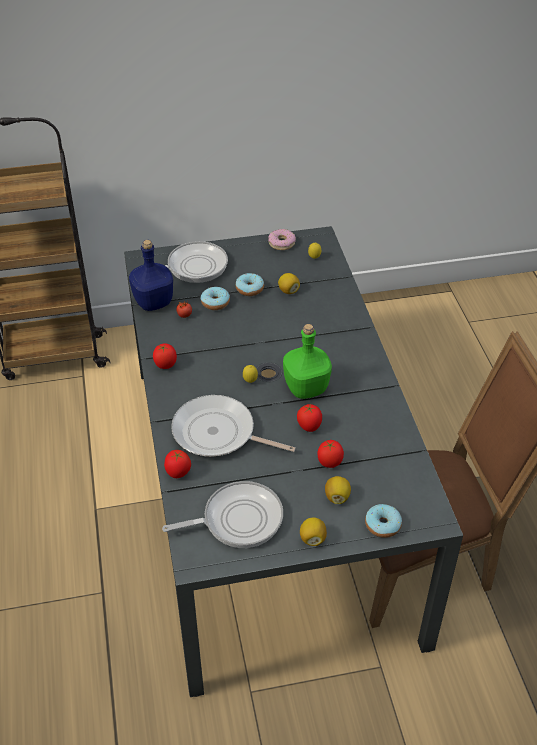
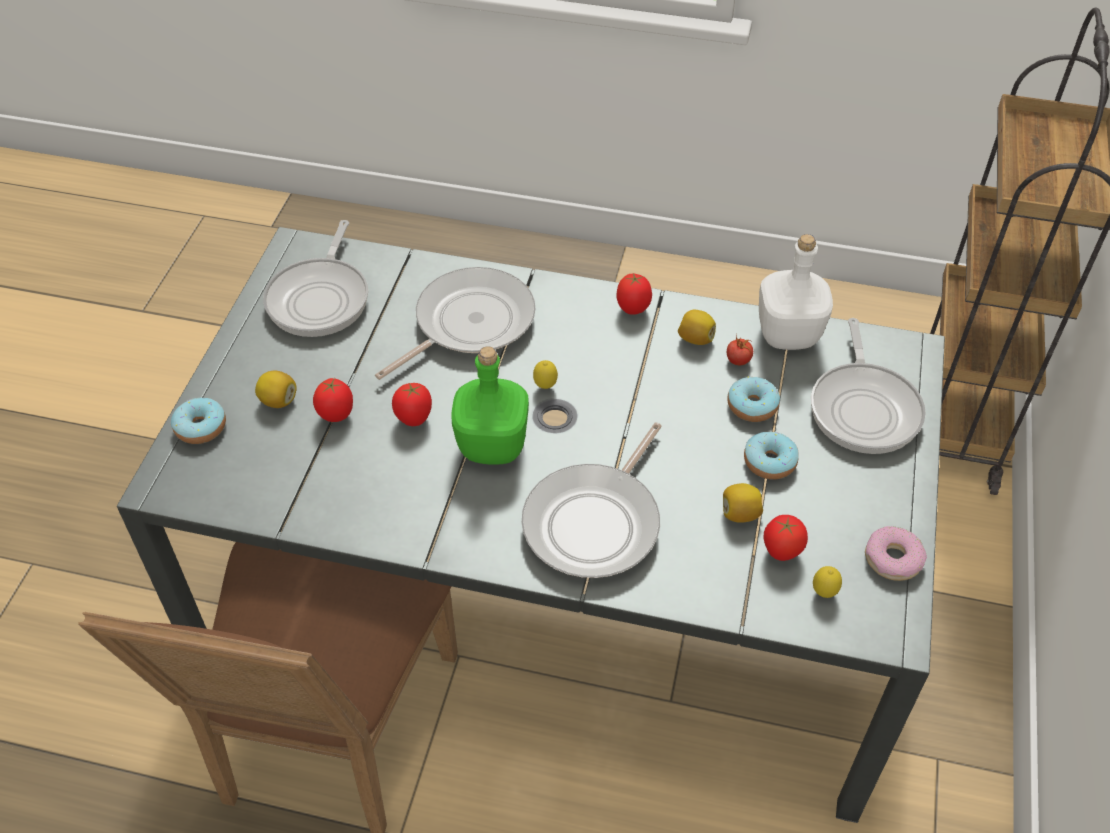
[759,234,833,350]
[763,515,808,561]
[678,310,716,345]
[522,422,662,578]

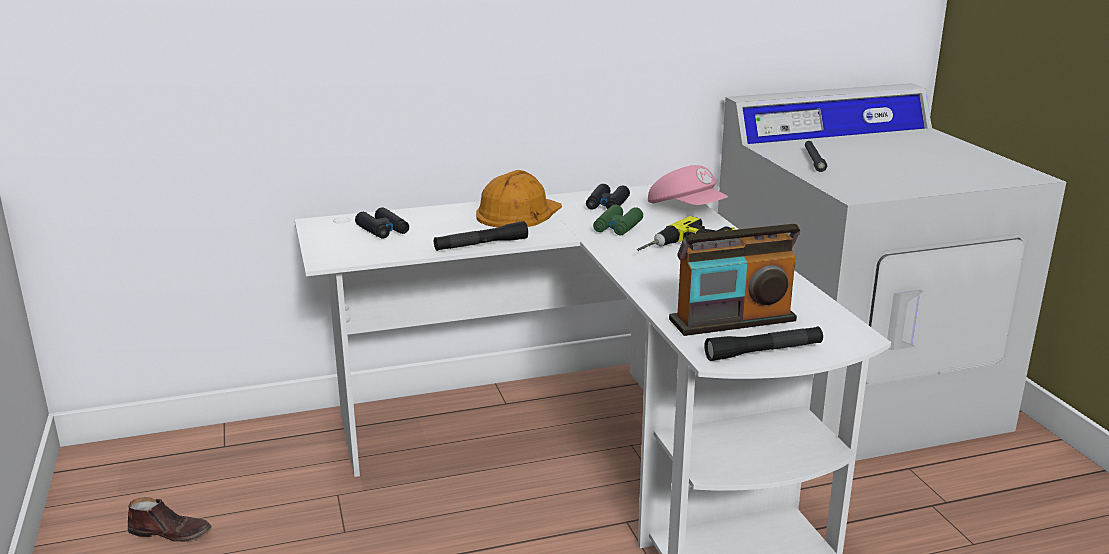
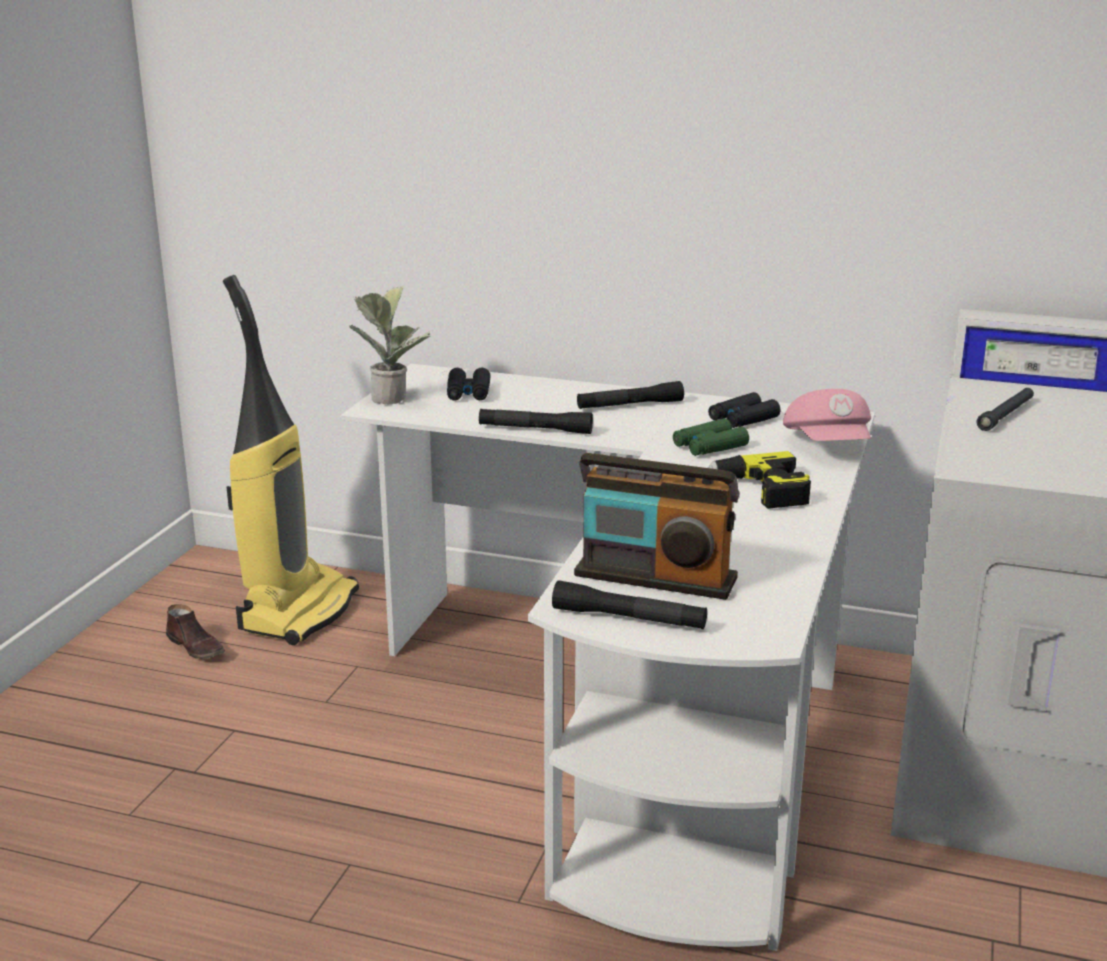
[577,381,684,409]
[223,275,359,645]
[349,285,430,404]

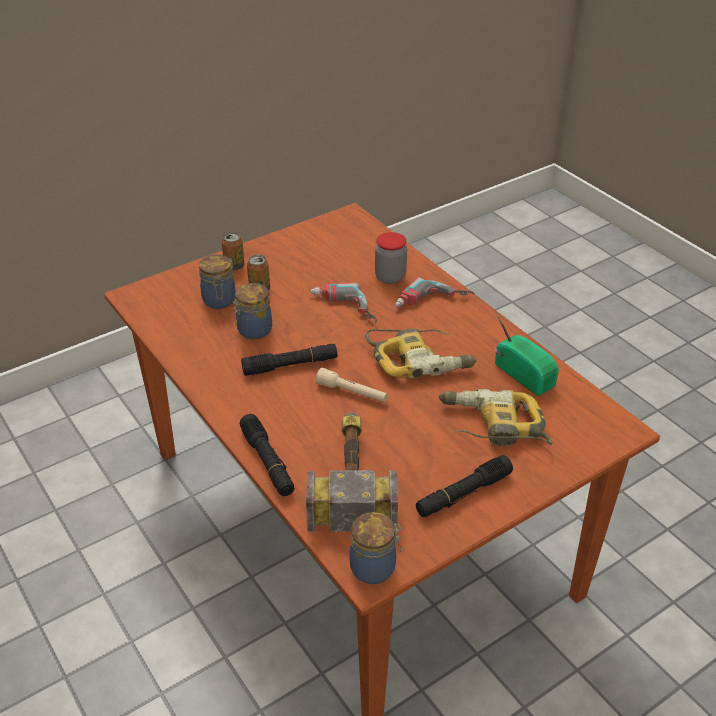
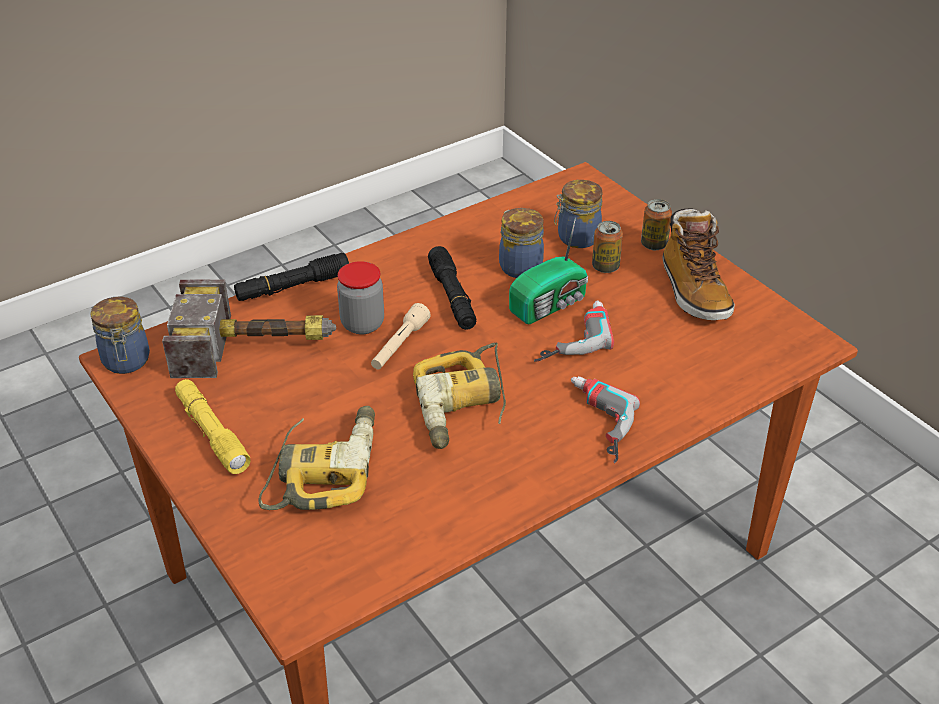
[337,261,384,334]
[175,379,251,474]
[509,218,588,324]
[662,208,735,320]

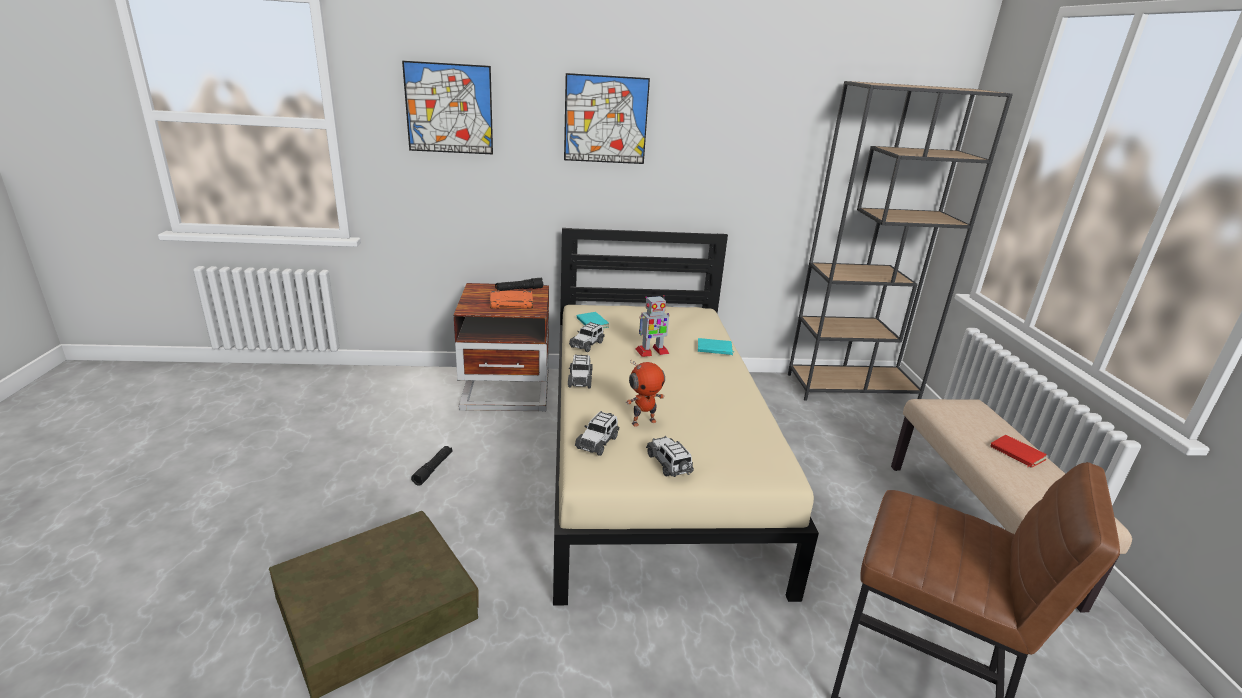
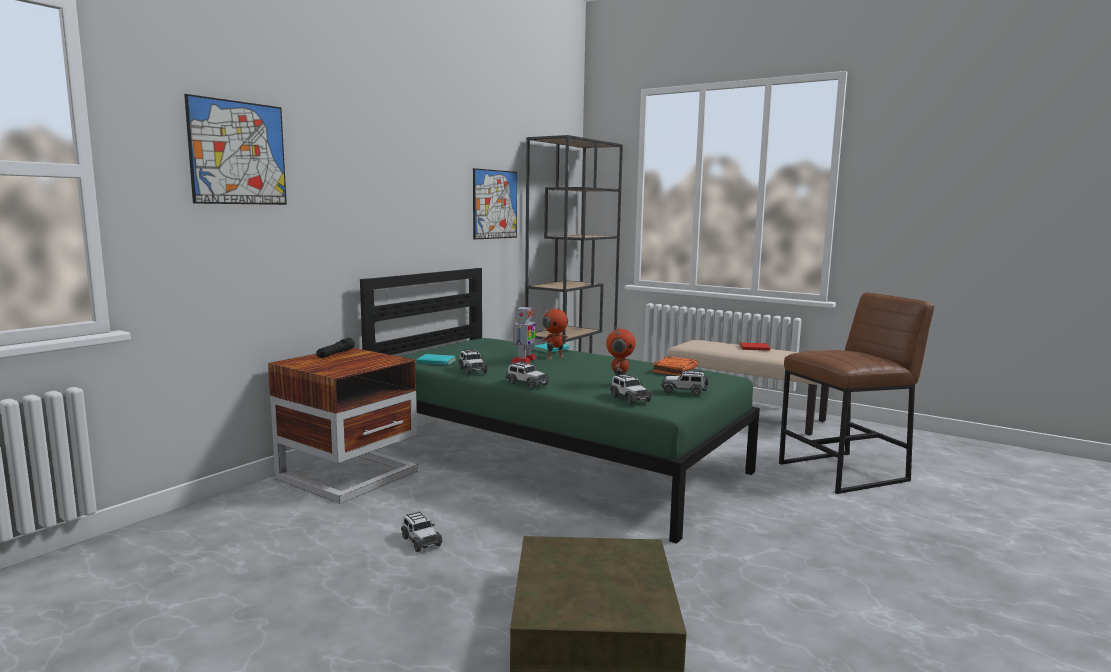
[401,511,443,552]
[652,356,698,376]
[360,268,760,544]
[473,168,517,240]
[542,306,568,359]

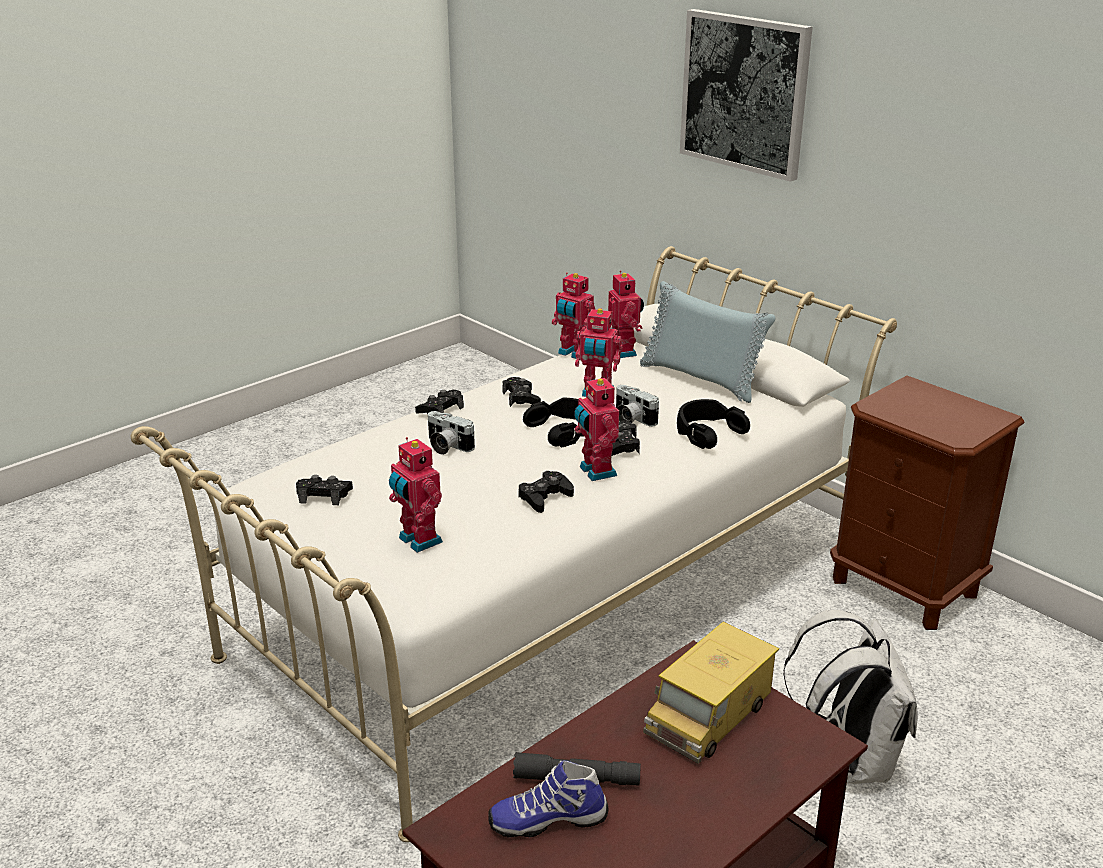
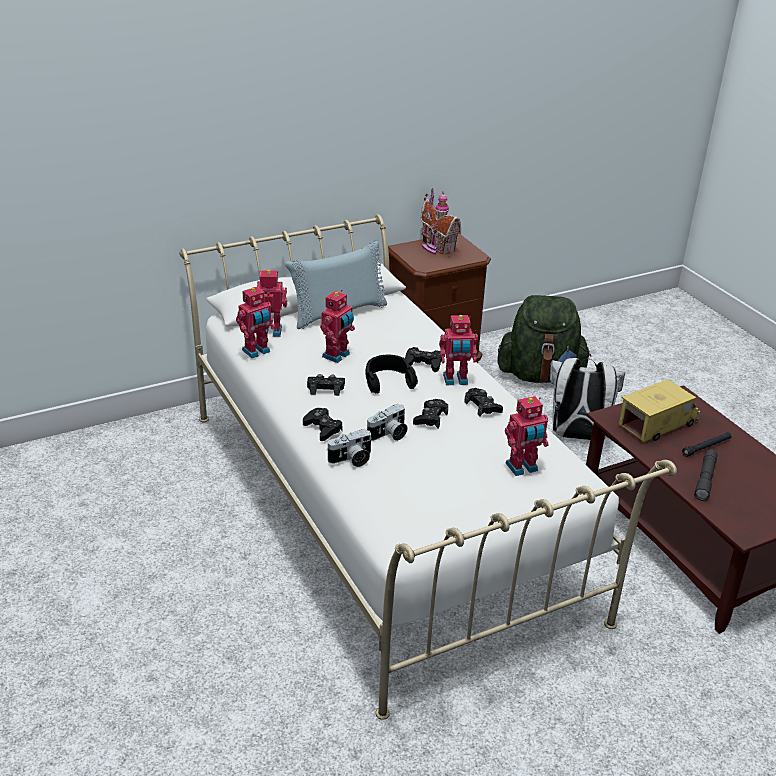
[413,399,448,428]
[488,760,608,838] (first image)
[327,429,372,467]
[619,379,700,442]
[677,399,750,449] (first image)
[680,9,813,182] (first image)
[420,188,461,255]
[498,295,591,383]
[682,432,732,457]

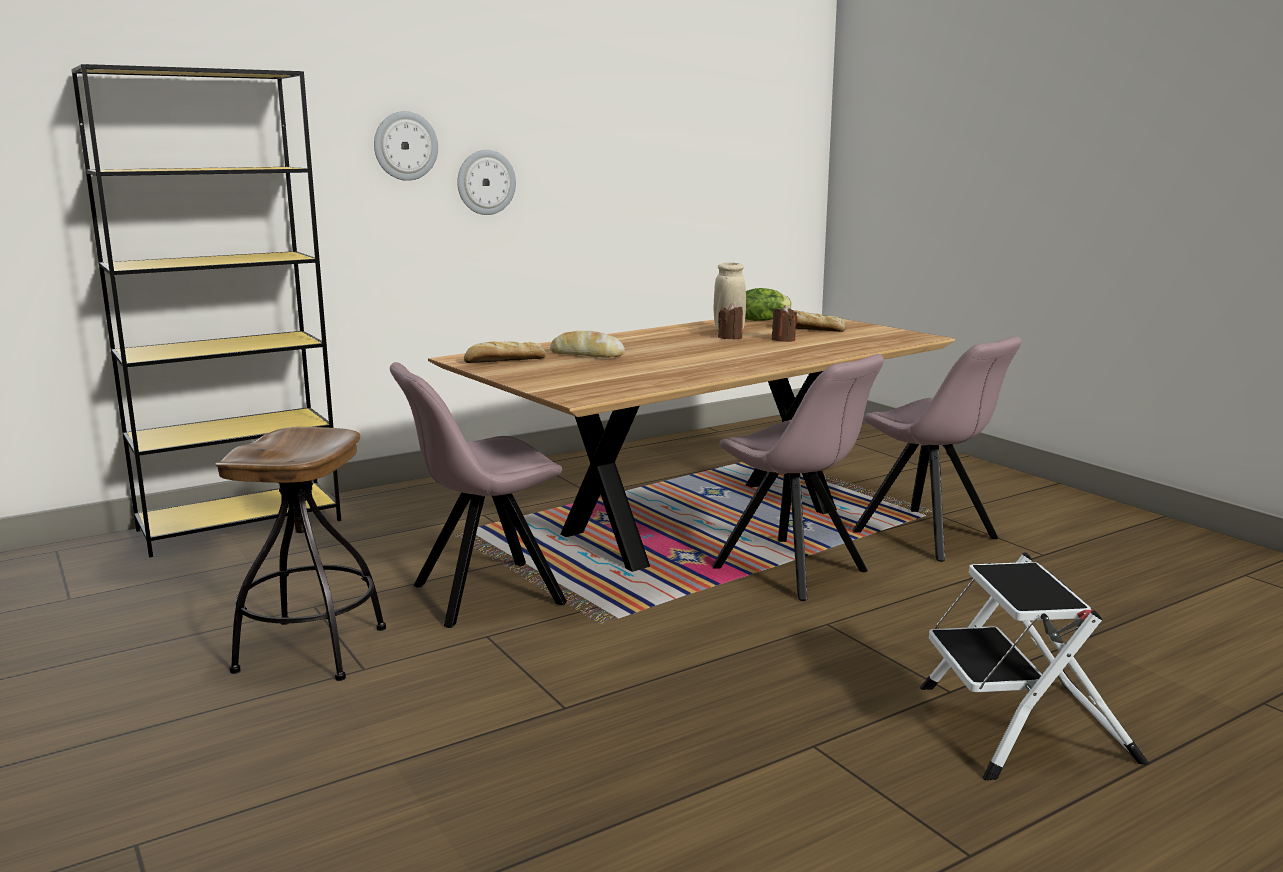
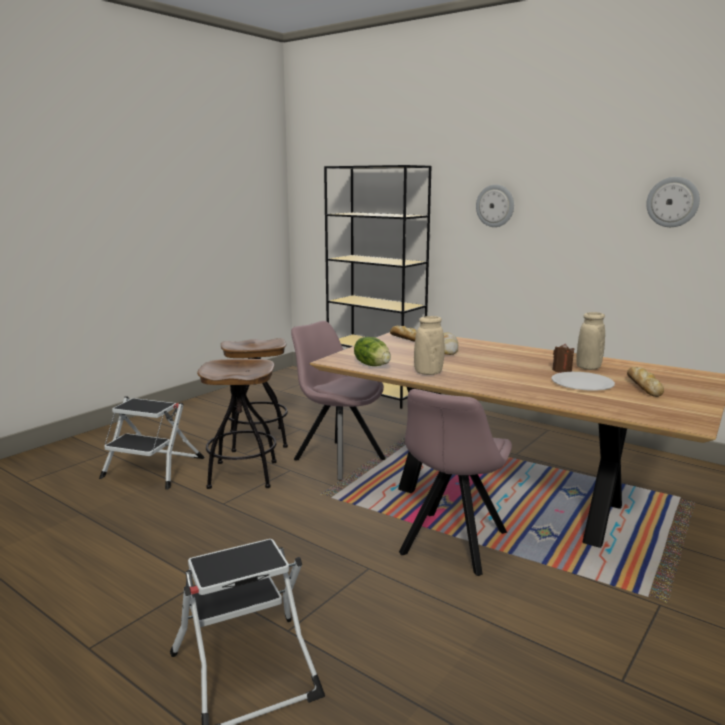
[646,177,700,227]
[354,337,391,366]
[551,372,615,391]
[853,336,1022,562] (first image)
[99,396,205,490]
[197,359,276,489]
[414,316,445,375]

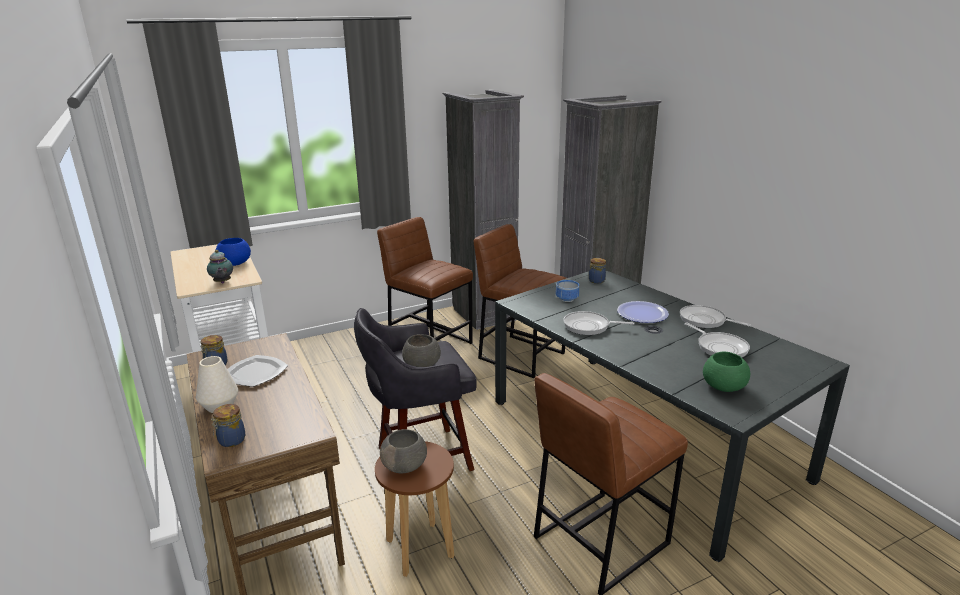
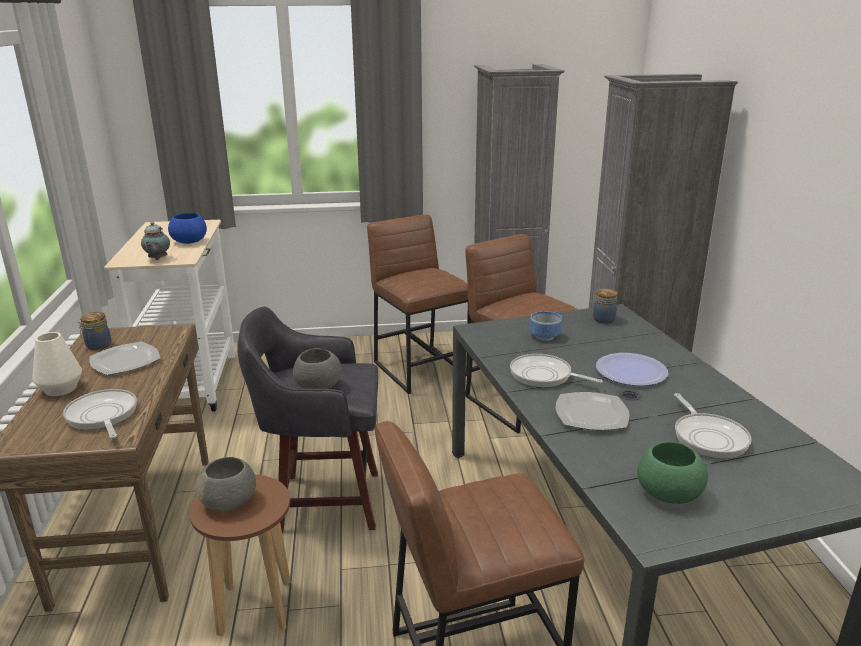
[211,404,245,447] (first image)
[63,389,137,438]
[556,392,630,430]

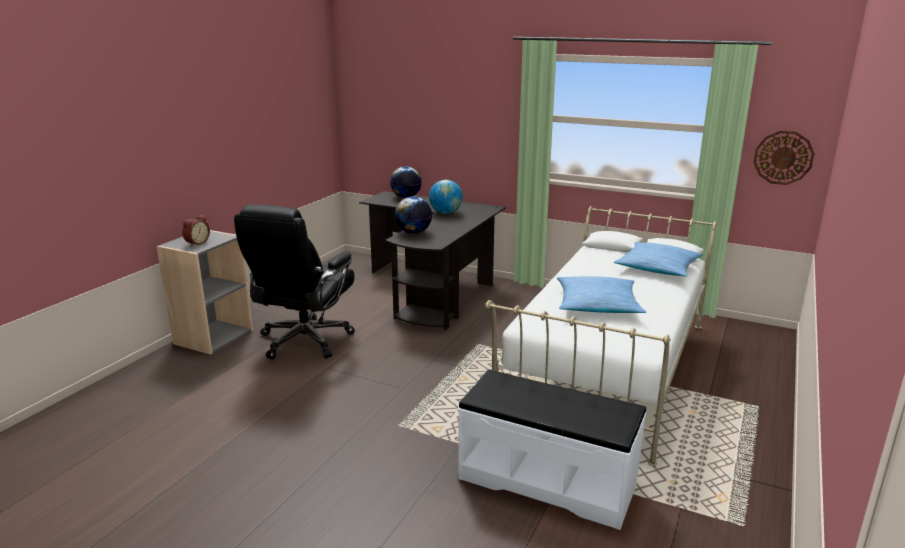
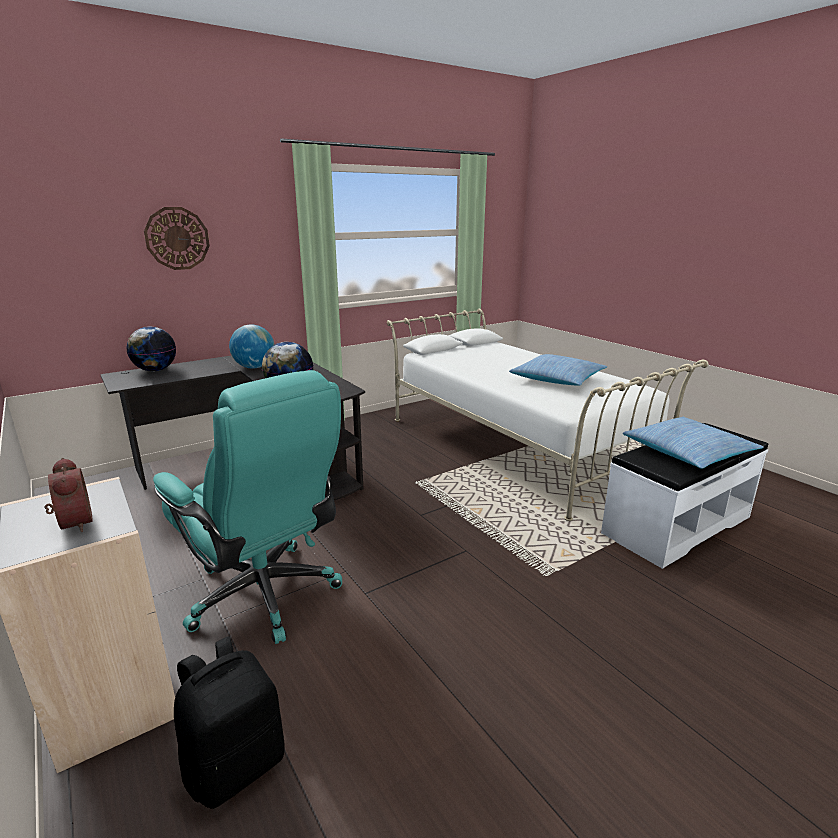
[153,370,342,644]
[623,417,764,469]
[144,207,210,270]
[174,636,285,809]

